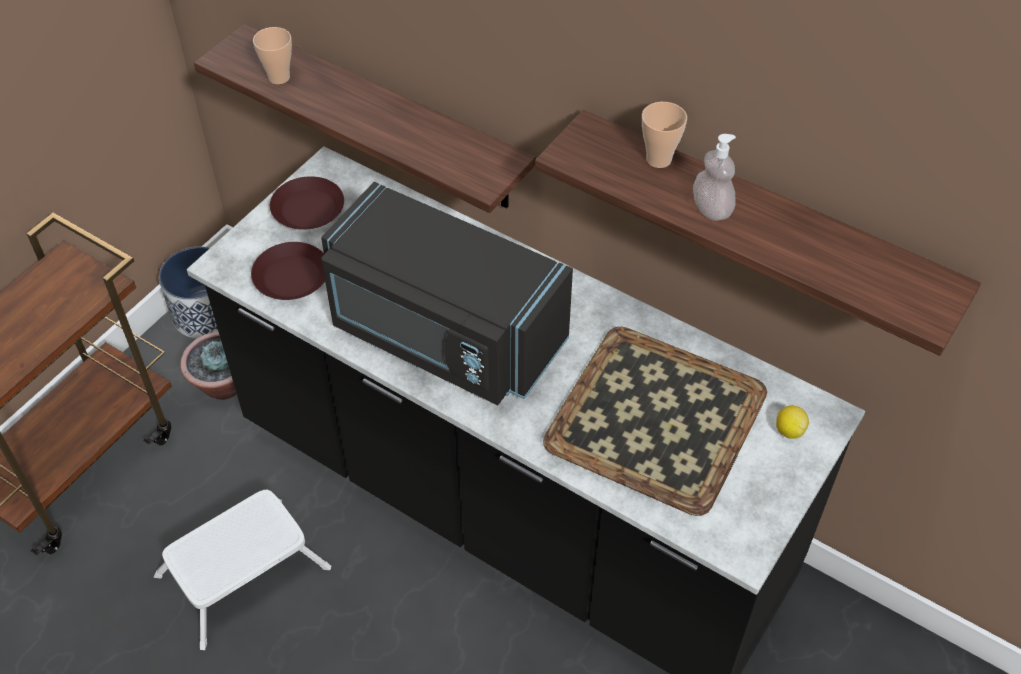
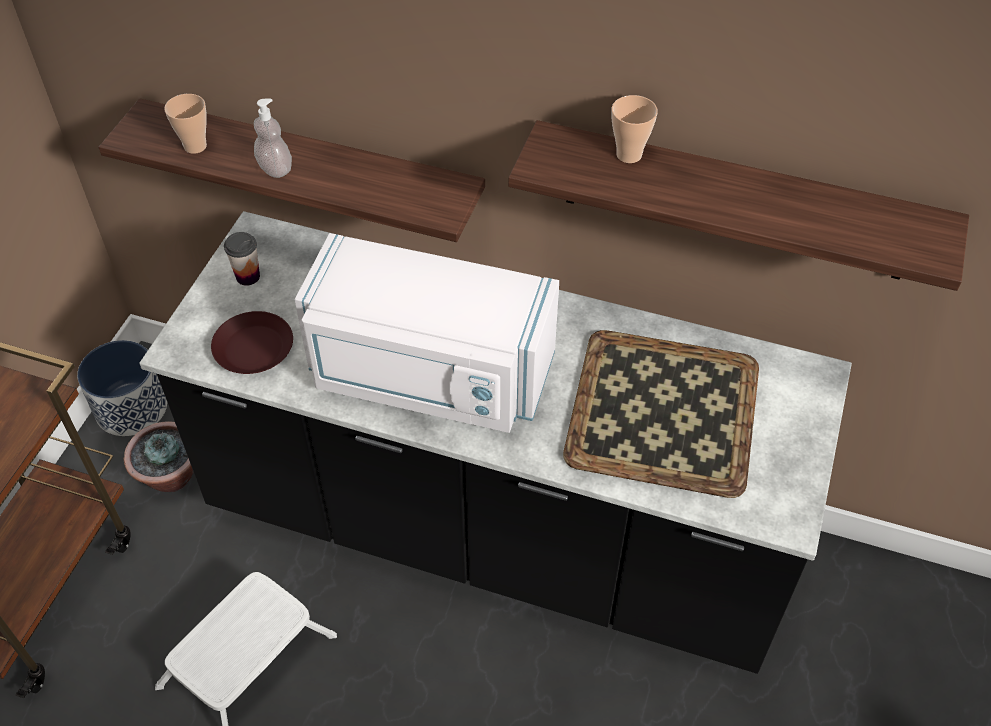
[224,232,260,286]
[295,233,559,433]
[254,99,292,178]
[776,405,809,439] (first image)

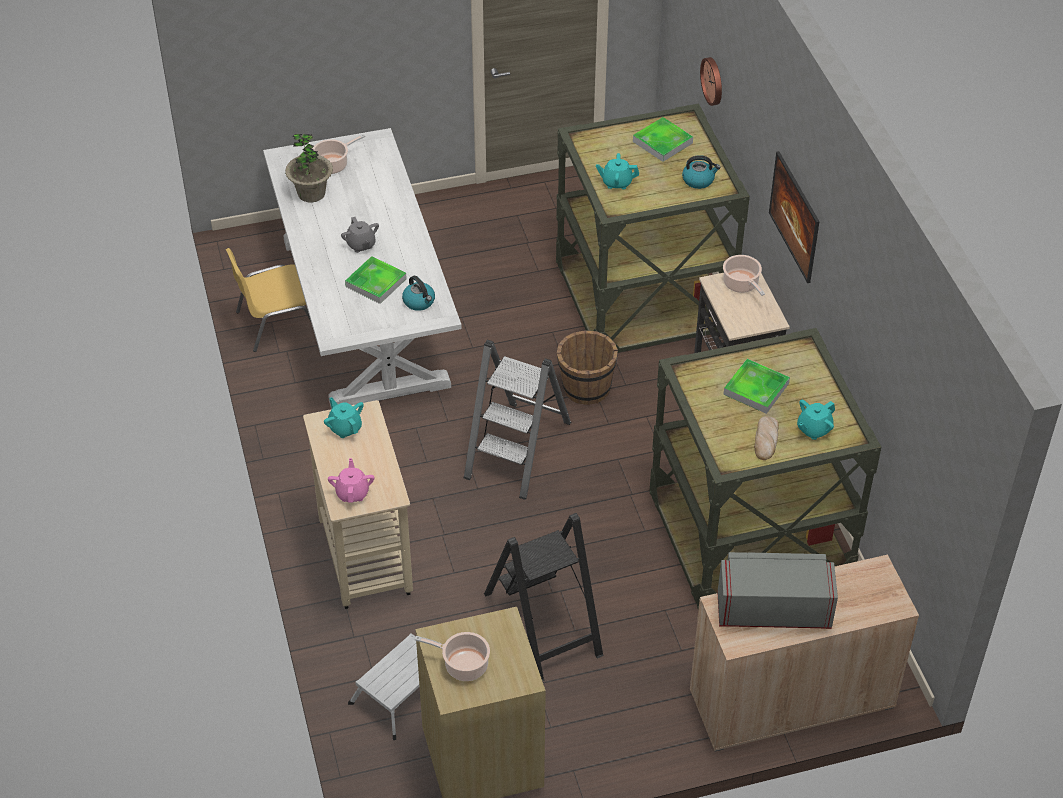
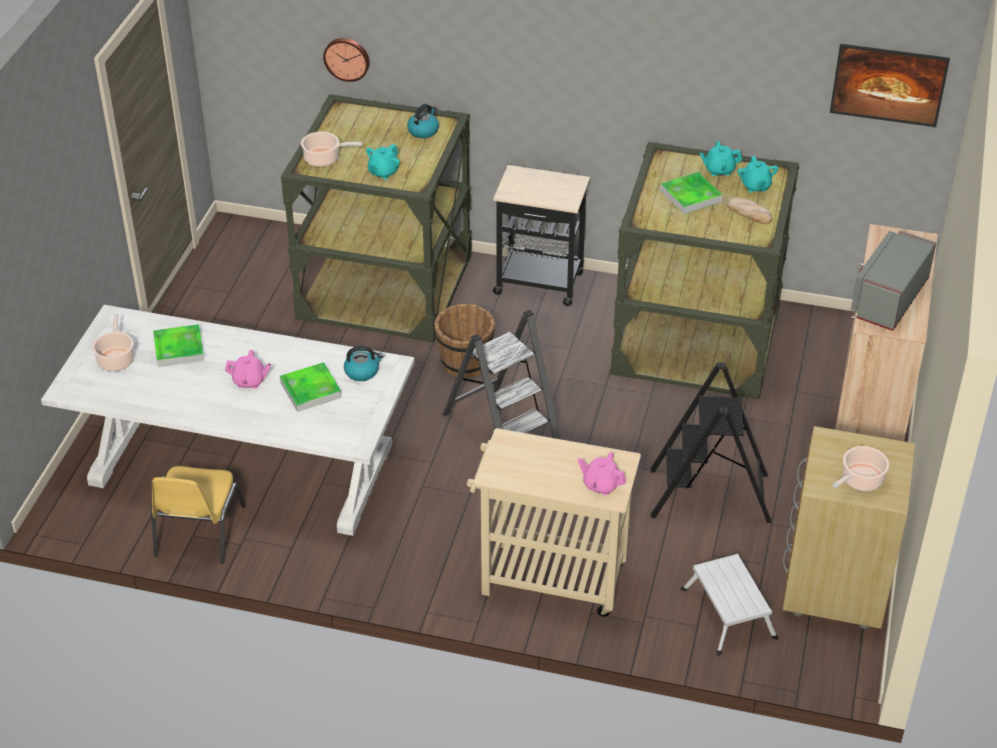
[285,134,333,202] (first image)
[699,141,742,176]
[225,350,271,389]
[153,324,205,367]
[301,132,363,167]
[830,44,950,127]

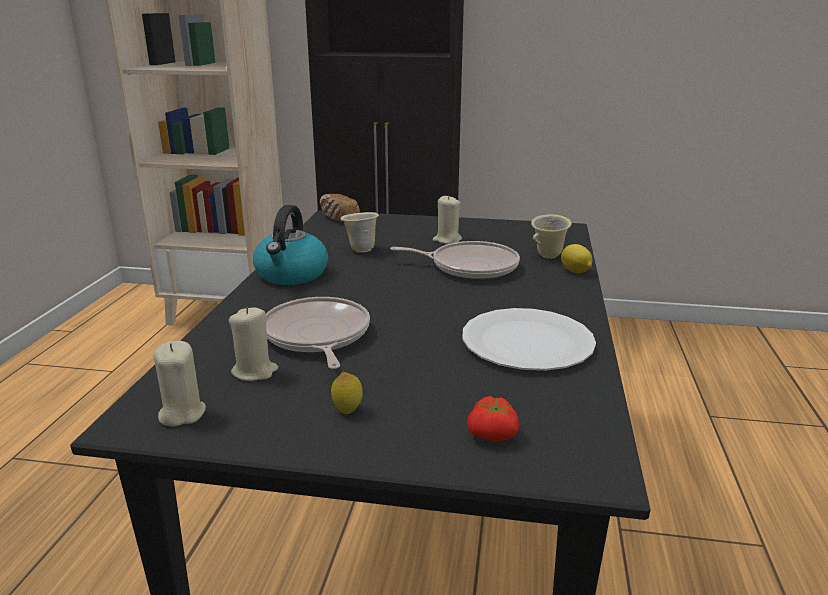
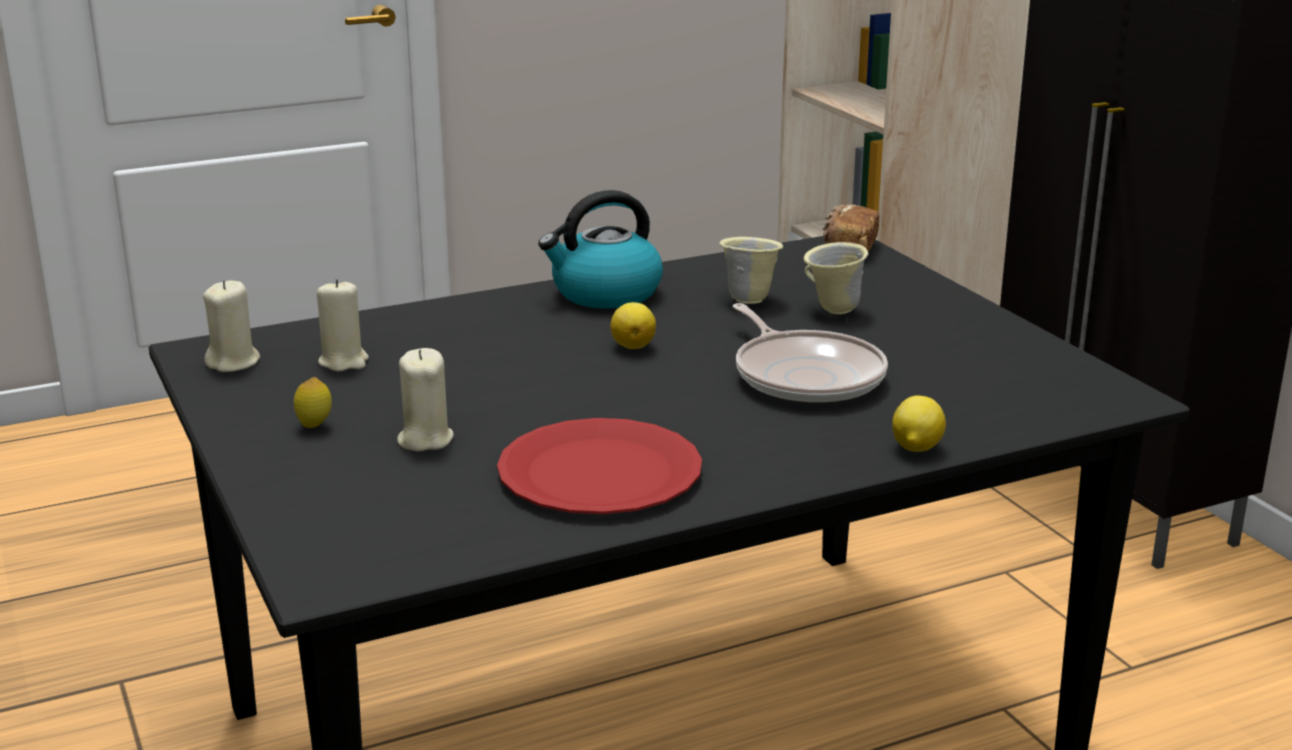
[266,297,370,369] (first image)
[397,348,454,451]
[497,418,702,514]
[467,396,519,441] (first image)
[804,242,868,314]
[610,302,656,349]

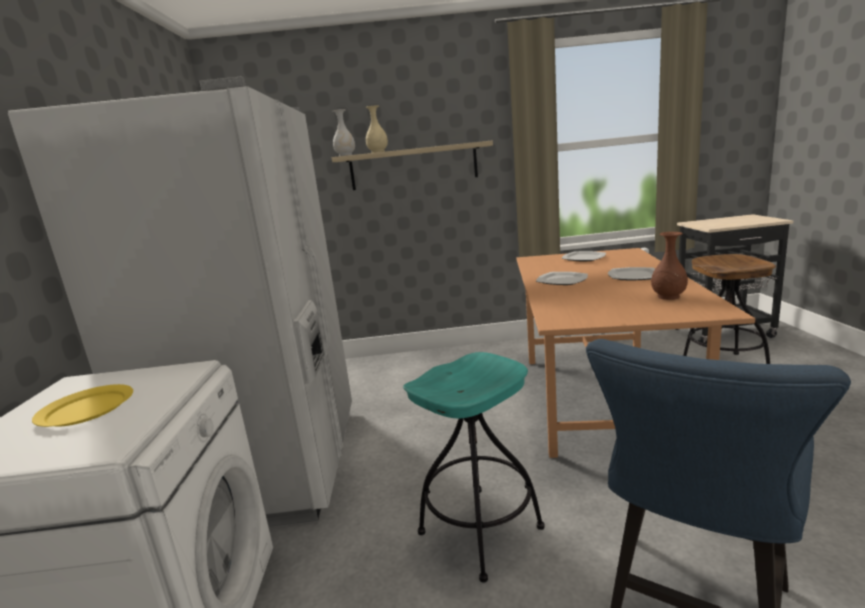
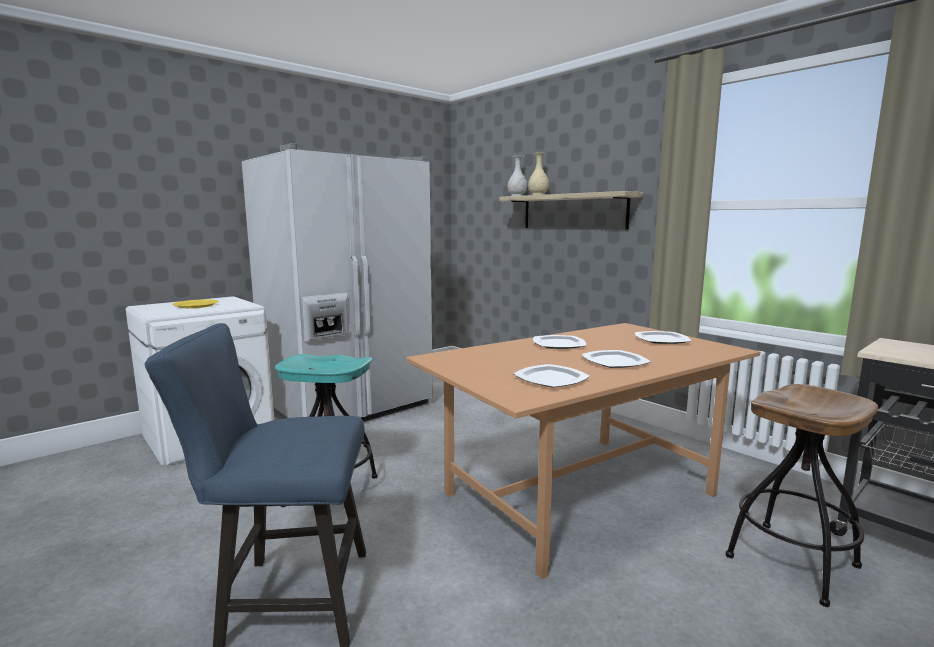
[513,364,590,388]

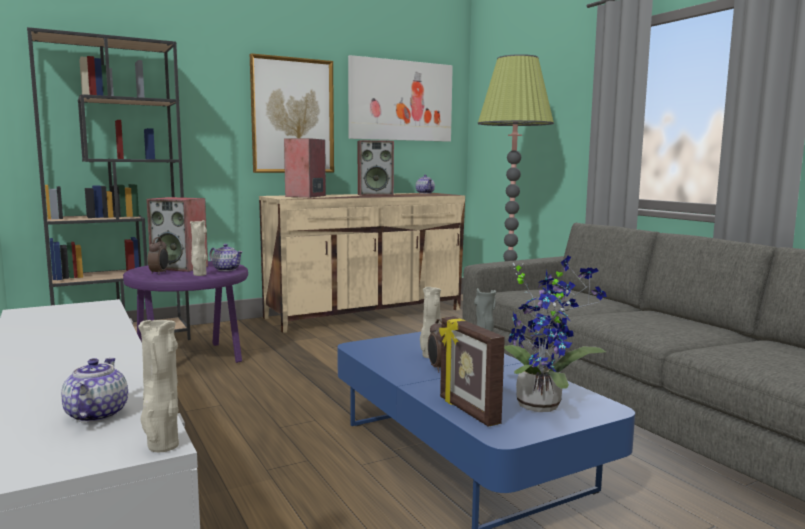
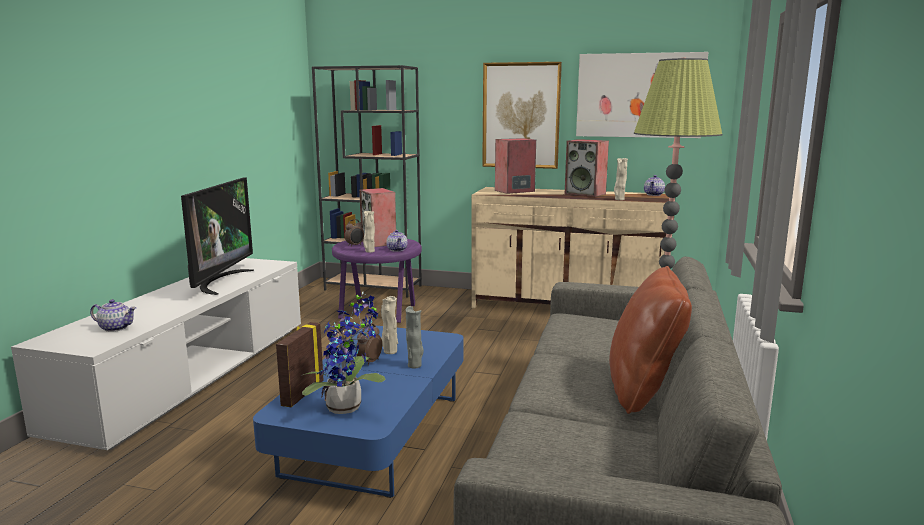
[90,299,136,332]
[614,158,628,200]
[181,178,254,295]
[609,266,692,414]

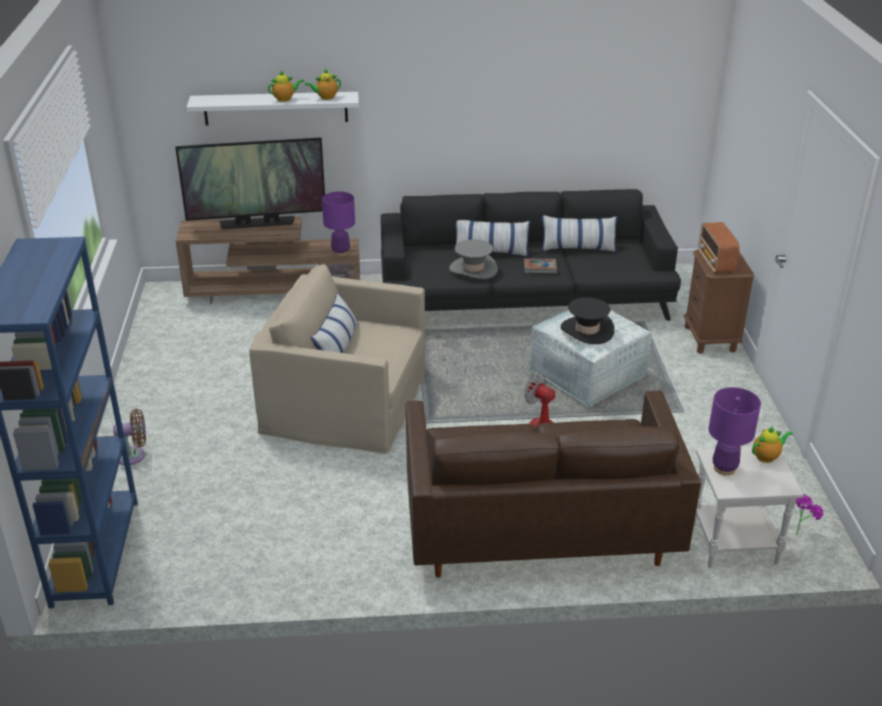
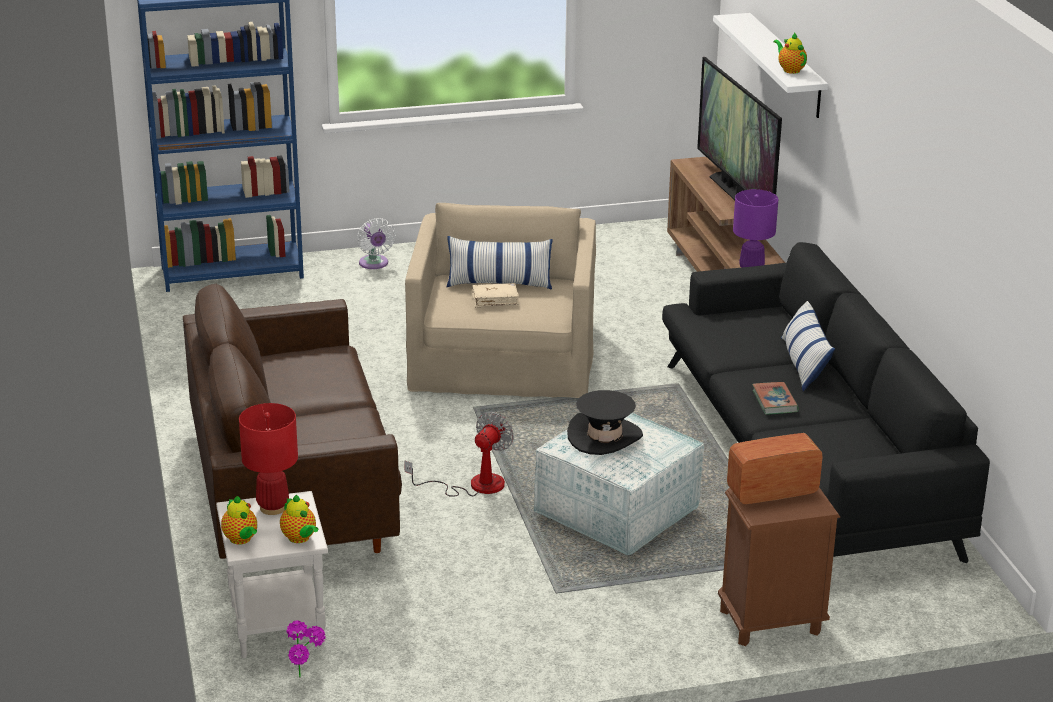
[357,218,396,269]
[221,496,257,545]
[449,239,498,279] (first image)
[541,215,617,253] (first image)
[239,403,298,515]
[472,283,519,307]

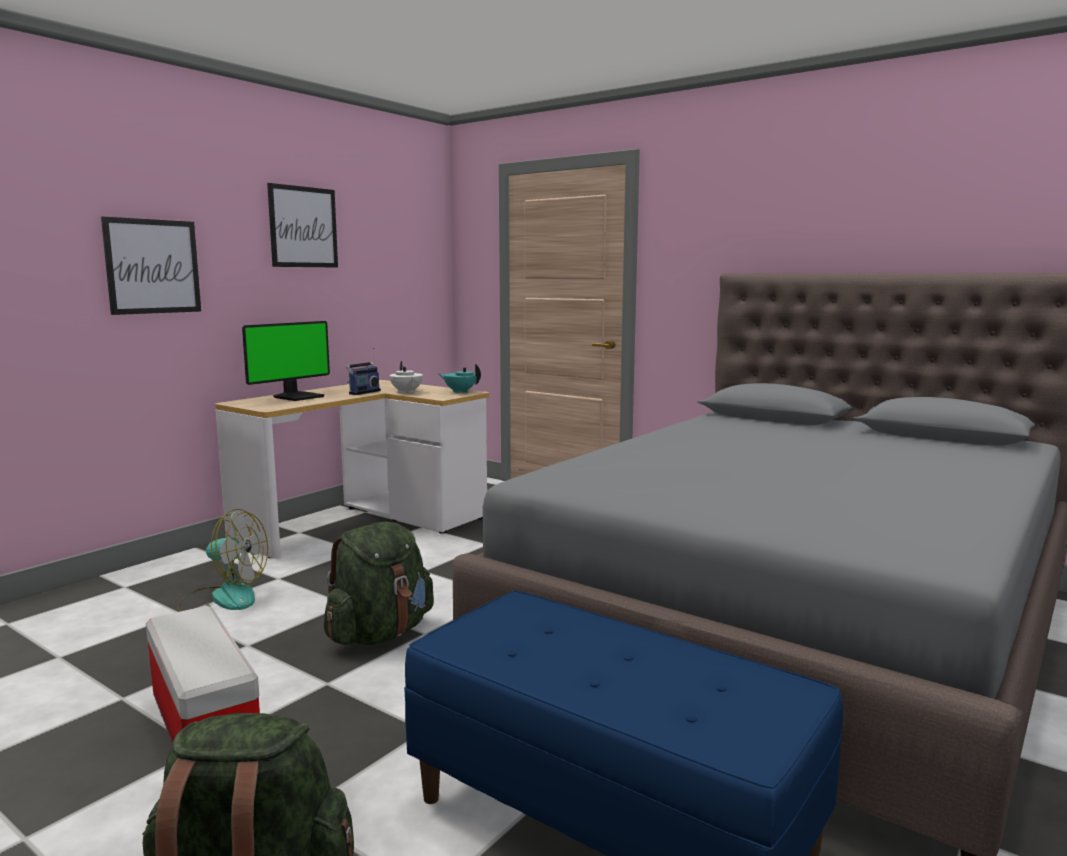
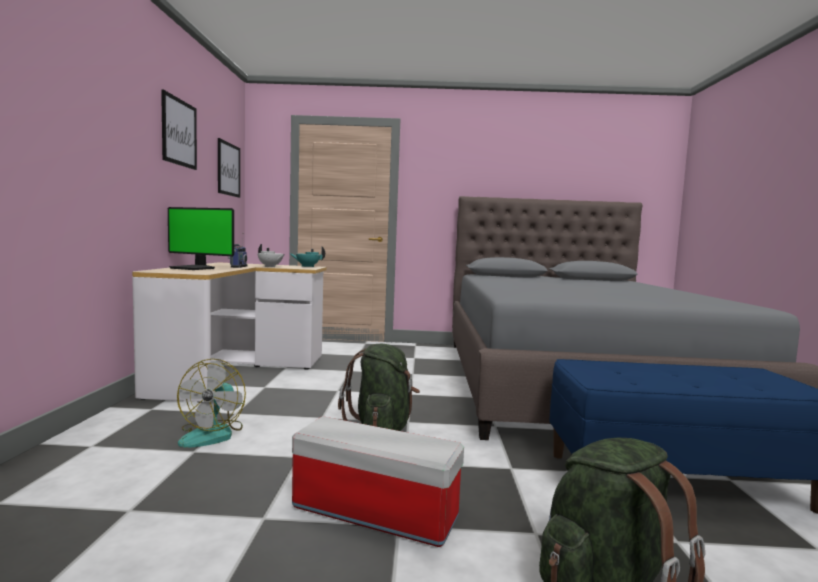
[218,138,240,198]
[177,359,246,448]
[168,207,234,270]

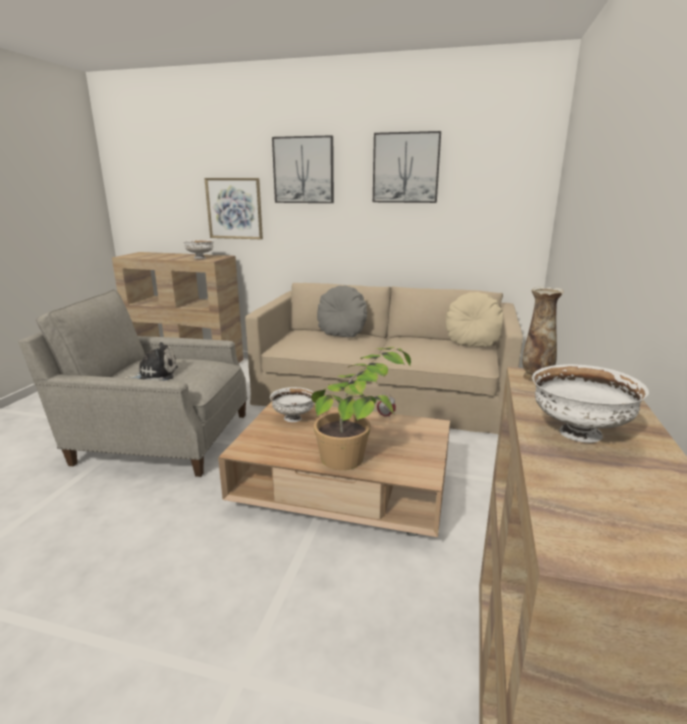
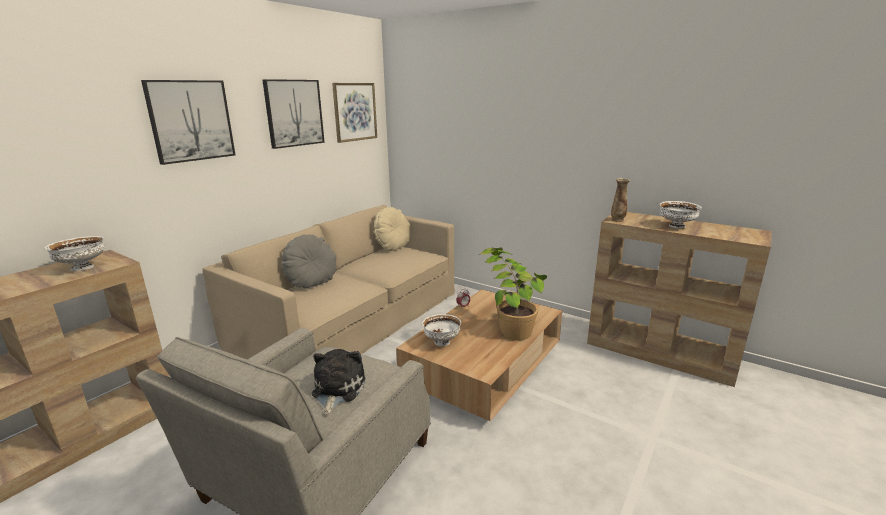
[332,83,377,143]

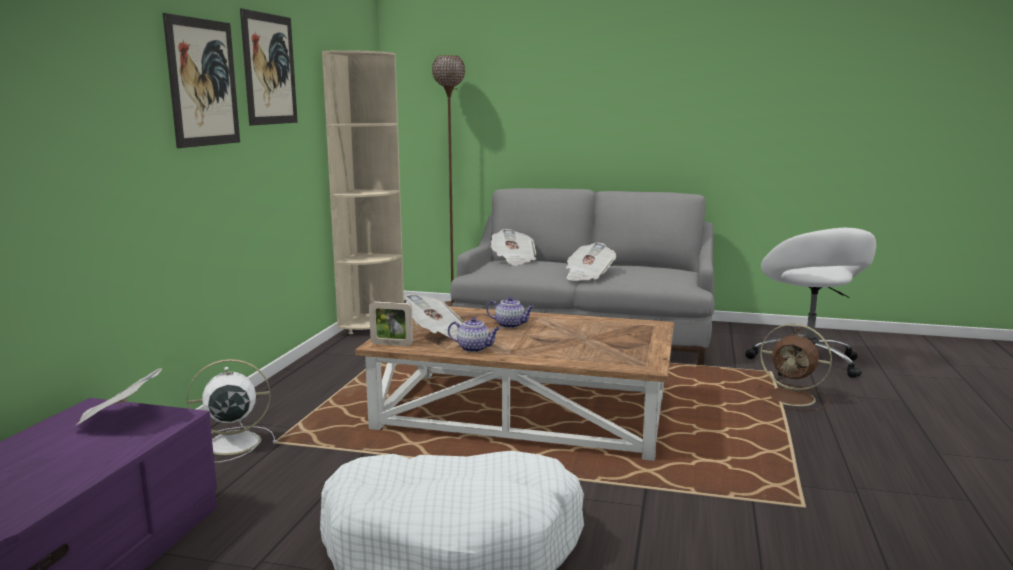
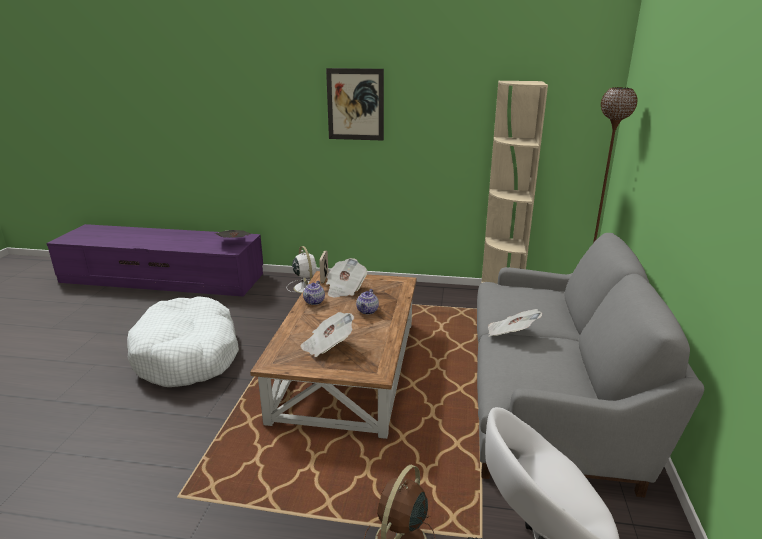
[240,8,298,126] (first image)
[300,312,354,357]

